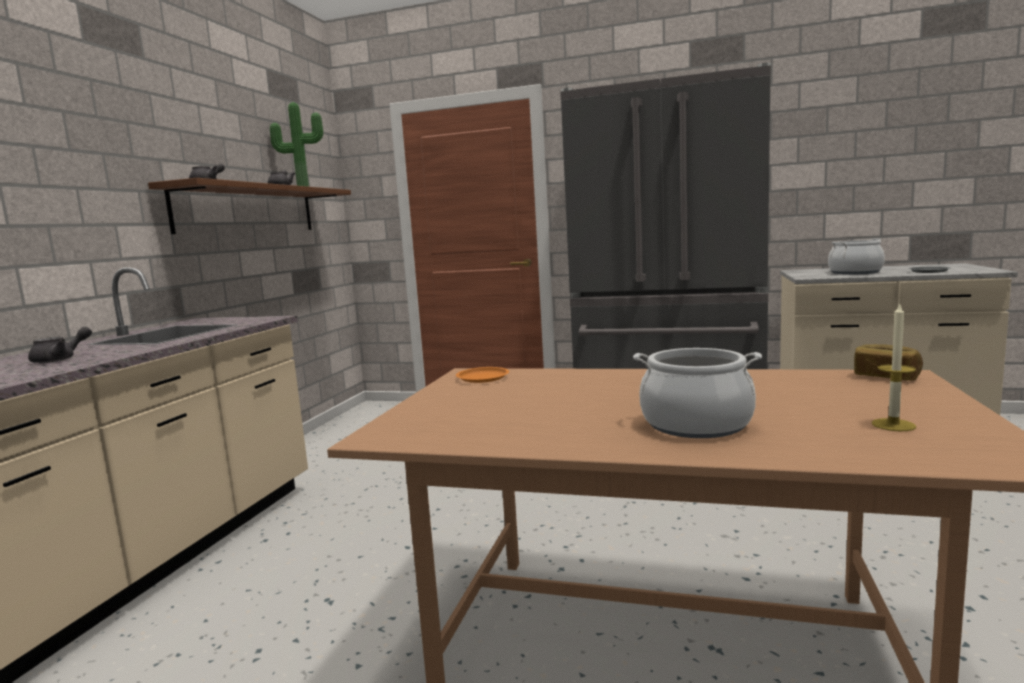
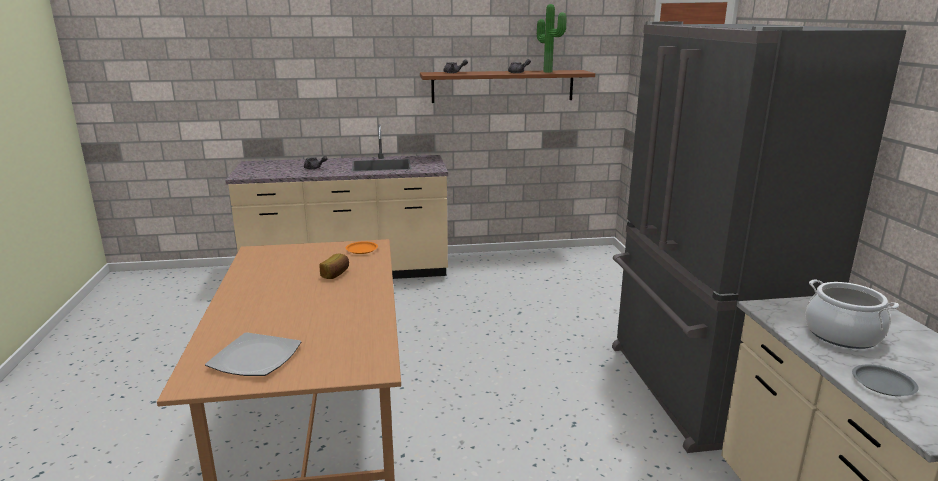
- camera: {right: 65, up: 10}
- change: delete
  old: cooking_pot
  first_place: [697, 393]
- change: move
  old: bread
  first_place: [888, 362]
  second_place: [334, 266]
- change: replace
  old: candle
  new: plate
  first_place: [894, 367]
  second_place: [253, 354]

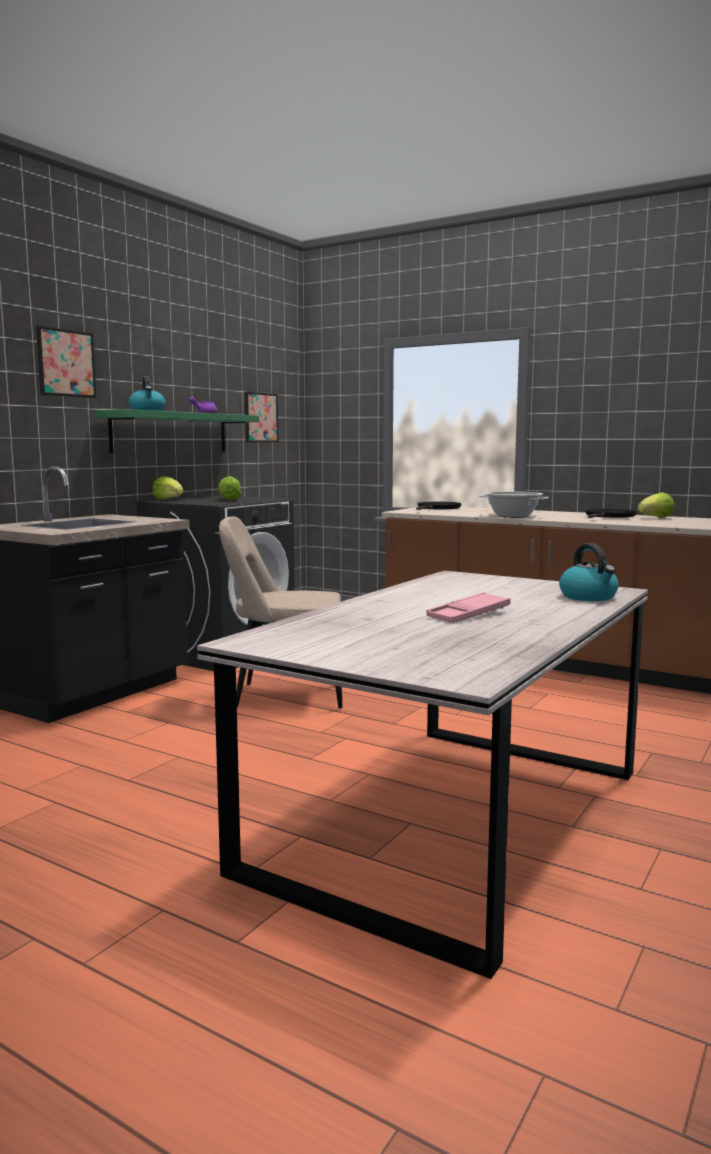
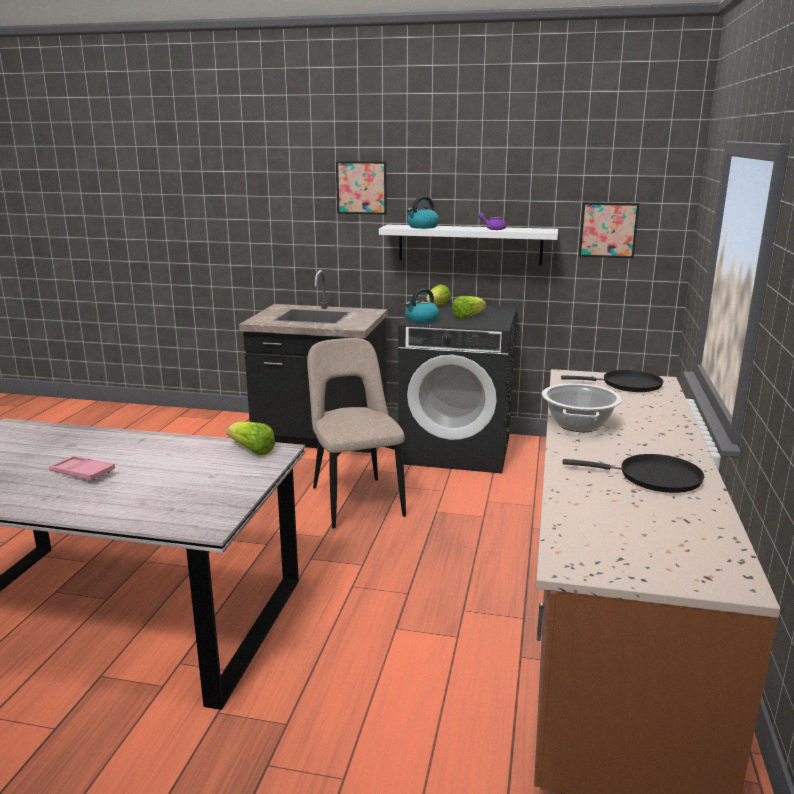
- camera: {right: 70, up: 10}
- change: recolor
  old: green_shelf
  new: white_shelf
  first_place: [177, 431]
  second_place: [468, 245]
- change: move
  old: kettle
  first_place: [588, 572]
  second_place: [422, 306]
- change: move
  old: lettuce
  first_place: [656, 505]
  second_place: [251, 439]

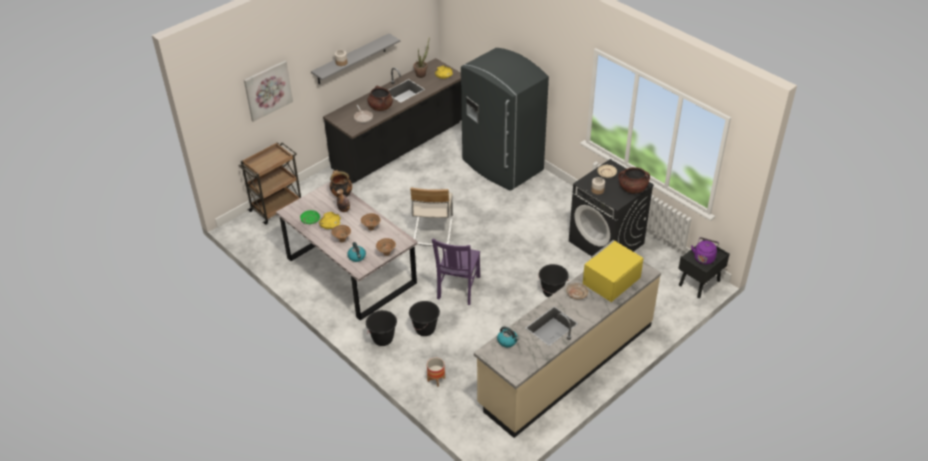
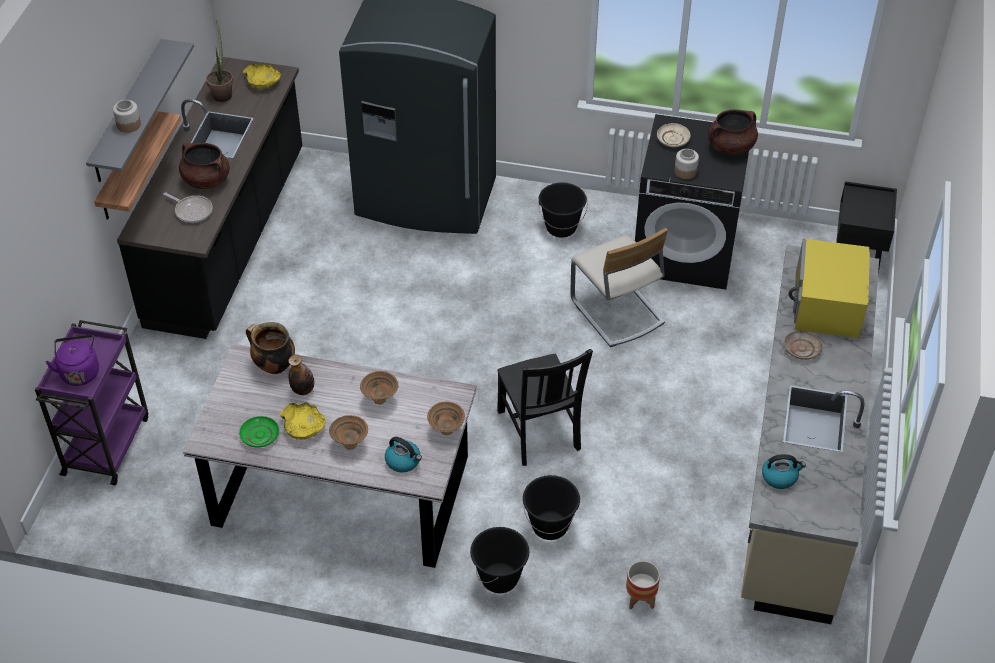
- camera: {right: -35, up: 5}
- change: recolor
  old: brown_cart
  new: purple_cart
  first_place: [269, 183]
  second_place: [91, 402]
- change: delete
  old: picture
  first_place: [268, 91]
- change: move
  old: beige_chair
  first_place: [431, 217]
  second_place: [619, 287]
- change: recolor
  old: purple_chair
  new: black_chair
  first_place: [456, 272]
  second_place: [545, 407]
- change: move
  old: black_bucket
  first_place: [553, 281]
  second_place: [563, 210]
- change: move
  old: purple_kettle
  first_place: [705, 250]
  second_place: [72, 360]
- change: insert
  new: shelf
  second_place: [137, 165]

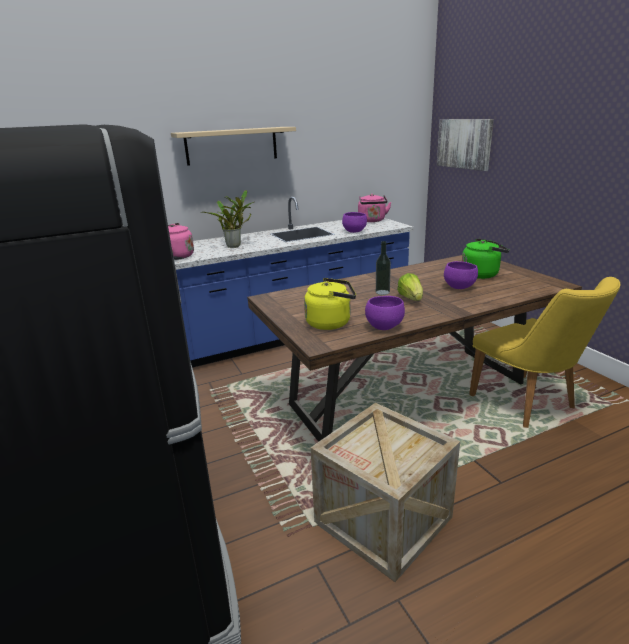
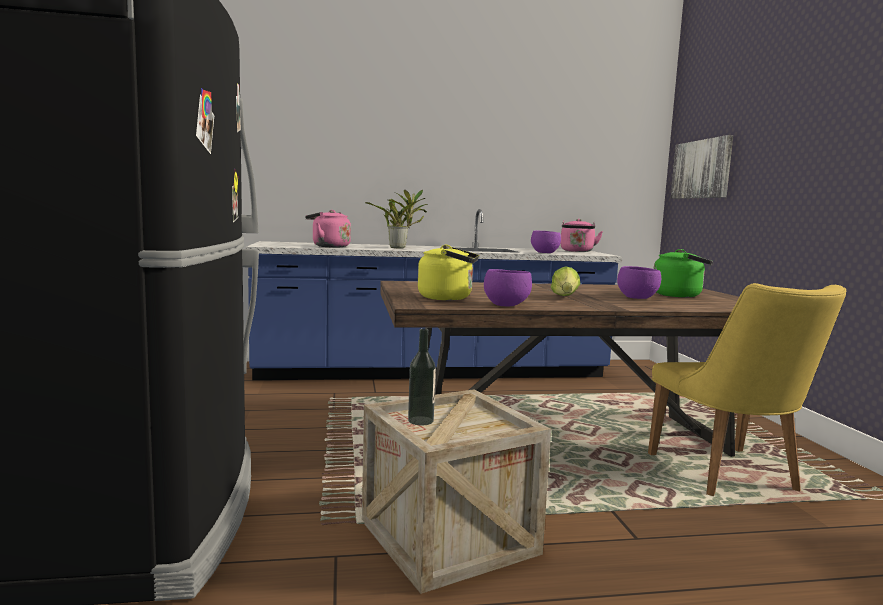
- camera: {right: 15, up: -15}
- change: delete
  old: beige_shelf
  first_place: [233, 146]
- change: move
  old: bottle
  first_place: [383, 268]
  second_place: [422, 376]

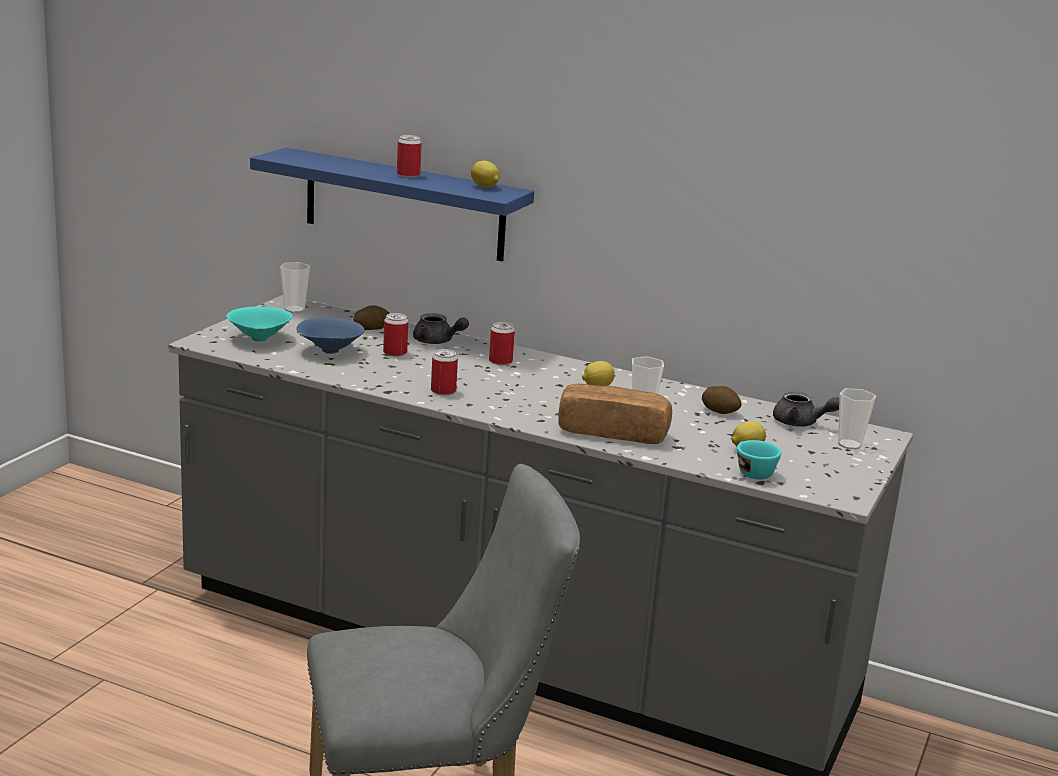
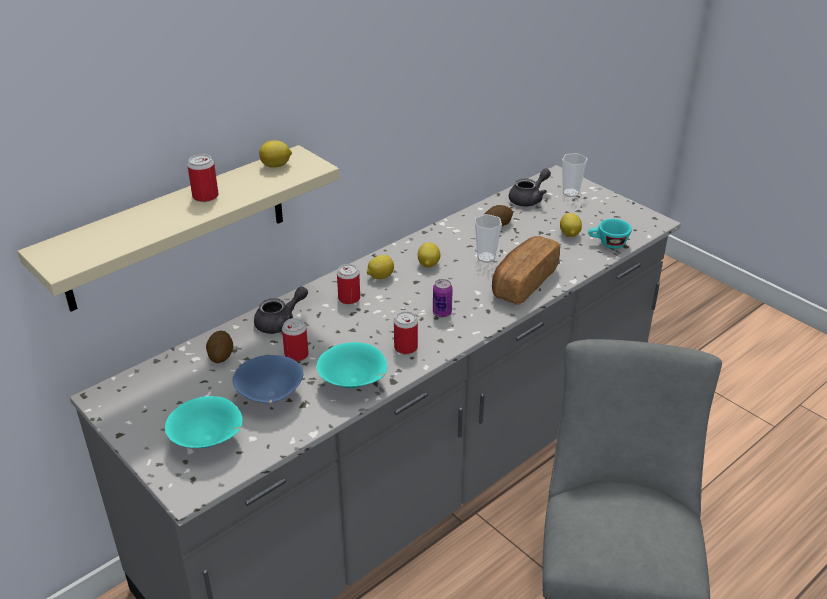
- camera: {right: -65, up: 15}
- change: recolor
  old: blue_shelf
  new: beige_shelf
  first_place: [392, 204]
  second_place: [178, 228]
- change: delete
  old: cup
  first_place: [295, 287]
- change: insert
  new: turquoise_bowl
  second_place: [351, 365]
- change: insert
  new: lemon
  second_place: [380, 267]
- change: insert
  new: can
  second_place: [443, 298]

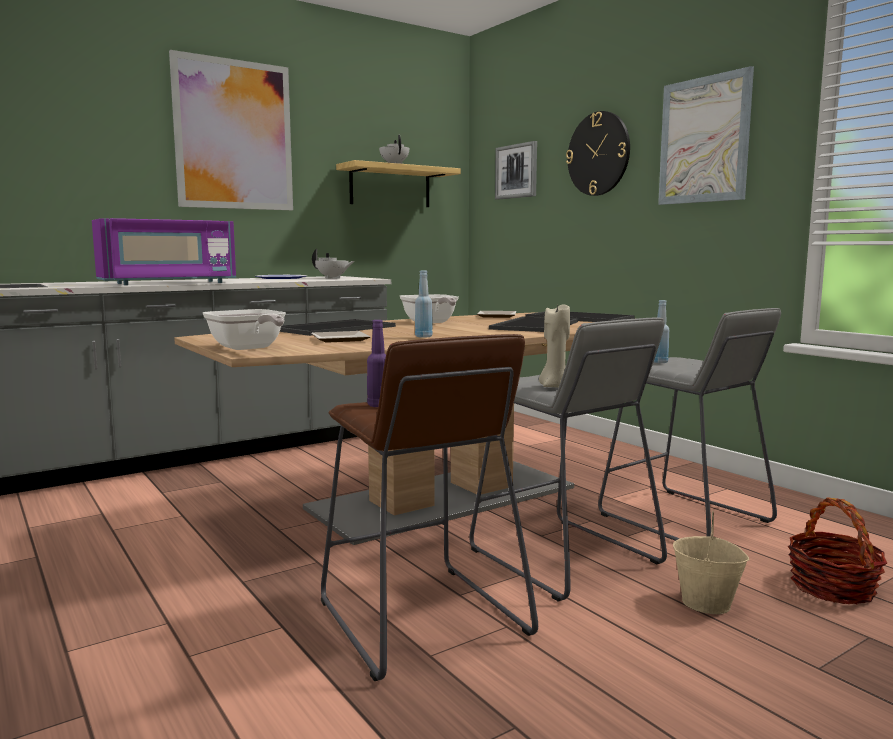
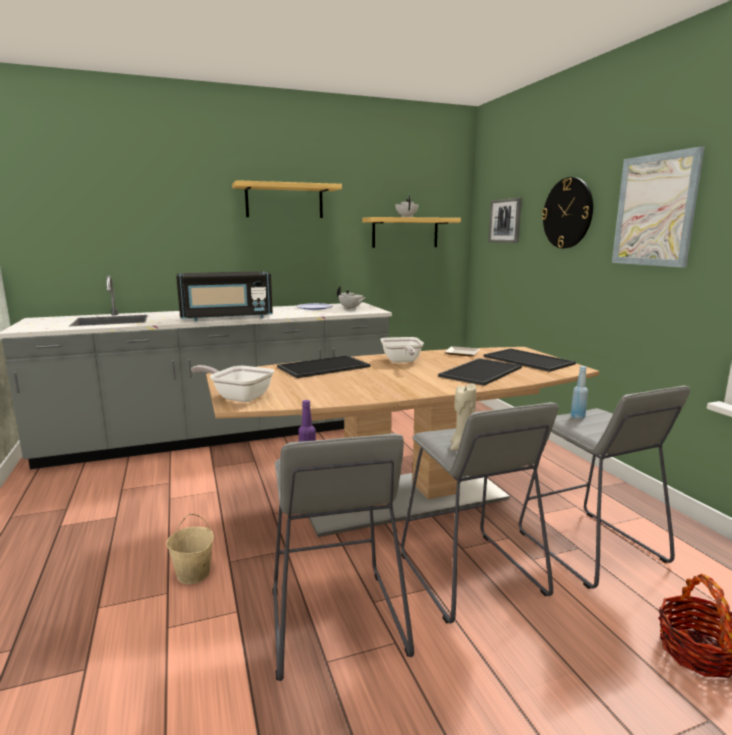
- camera: {right: 15, up: 5}
- change: recolor
  old: purple_microwave
  new: black_microwave
  first_place: [164, 251]
  second_place: [224, 296]
- change: replace
  old: picture
  new: shelf
  first_place: [231, 130]
  second_place: [287, 199]
- change: rotate
  old: frying_pan
  first_place: [244, 329]
  second_place: [232, 383]
  degrees: 135
- change: delete
  old: plate
  first_place: [340, 337]
- change: recolor
  old: brown_stool
  new: grey_stool
  first_place: [429, 507]
  second_place: [343, 557]
- change: delete
  old: blue_bottle
  first_place: [424, 304]
- change: move
  old: beige_bucket
  first_place: [711, 562]
  second_place: [190, 549]

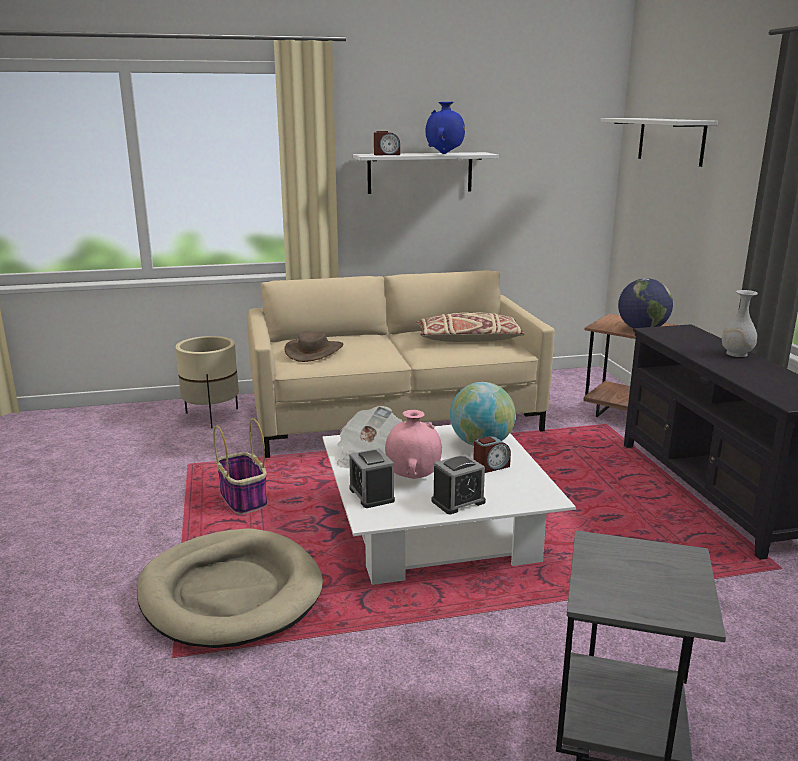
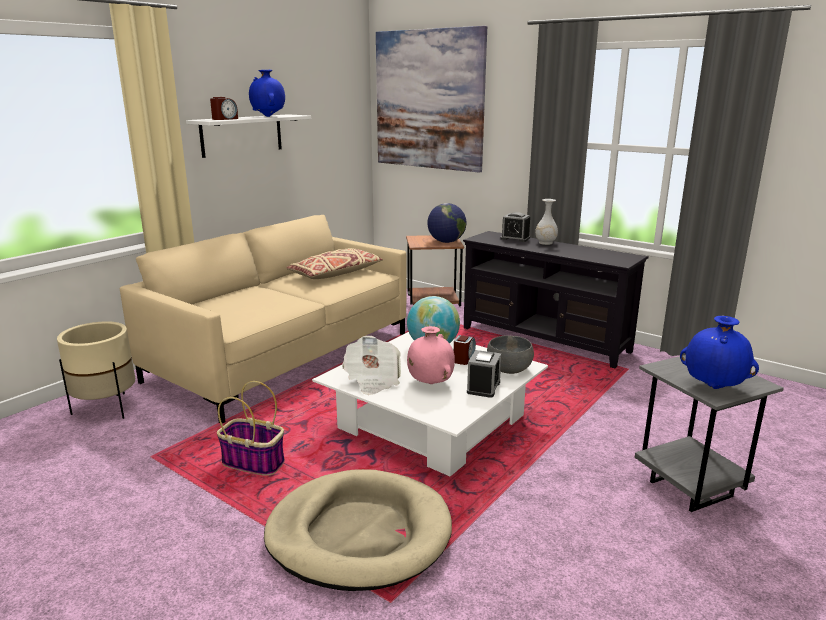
- camera: {right: -40, up: 0}
- change: delete
  old: brown_hat
  first_place: [314, 346]
- change: move
  old: alarm_clock
  first_place: [372, 478]
  second_place: [515, 227]
- change: replace
  old: white_shelf
  new: picture
  first_place: [659, 142]
  second_place: [431, 99]
- change: insert
  new: grey_bowl
  second_place: [510, 354]
- change: insert
  new: blue_vase
  second_place: [719, 352]

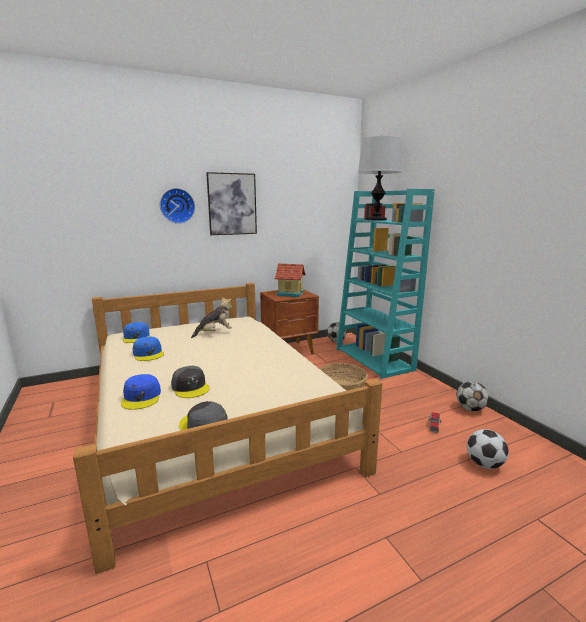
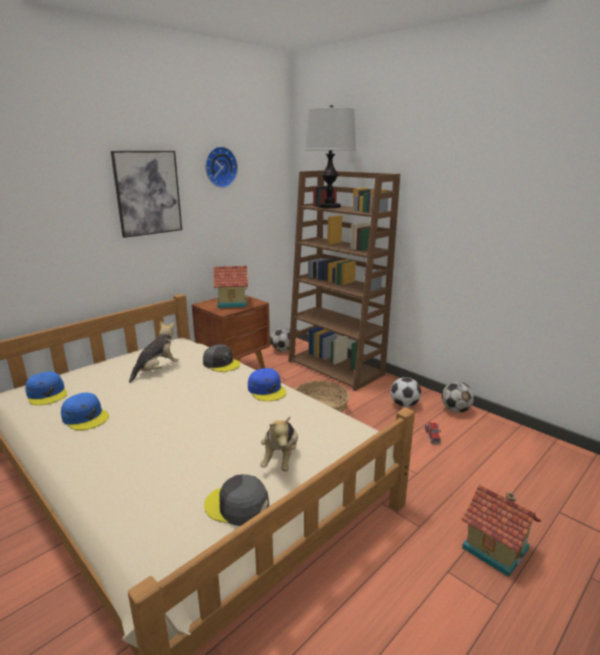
- camera: {right: -20, up: 5}
- change: move
  old: blue_cap
  first_place: [141, 392]
  second_place: [267, 384]
- change: move
  old: wall_clock
  first_place: [177, 206]
  second_place: [221, 167]
- change: move
  old: grey_cap
  first_place: [190, 382]
  second_place: [221, 358]
- change: recolor
  old: turquoise_bookcase
  new: brown_bookcase
  first_place: [385, 284]
  second_place: [344, 280]
- change: move
  old: football
  first_place: [488, 449]
  second_place: [405, 392]
- change: insert
  new: plush_toy
  second_place: [279, 444]
- change: insert
  new: toy_house
  second_place: [501, 531]

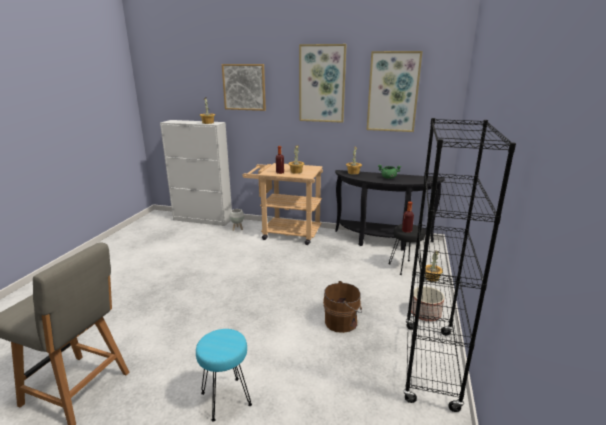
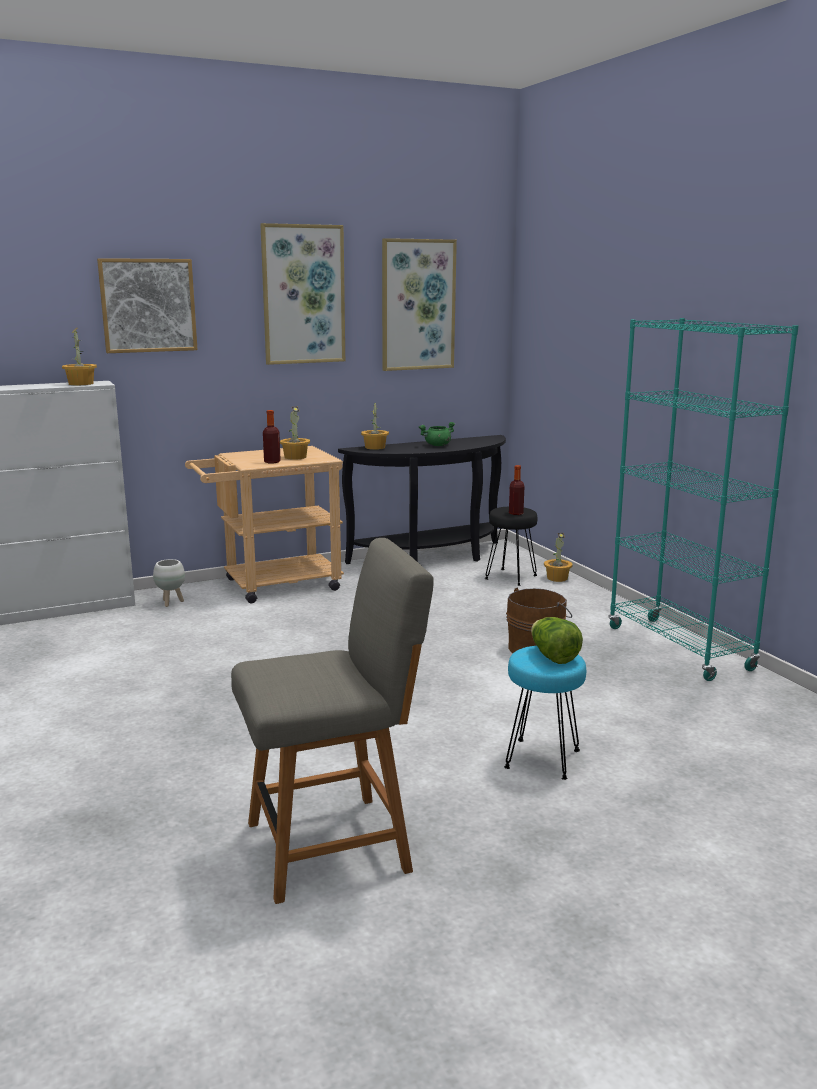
- camera: {right: -40, up: -5}
- change: recolor
  old: black_bookcase
  new: turquoise_bookcase
  first_place: [459, 265]
  second_place: [704, 499]
- change: delete
  old: planter
  first_place: [427, 303]
- change: insert
  new: lettuce
  second_place: [557, 640]

